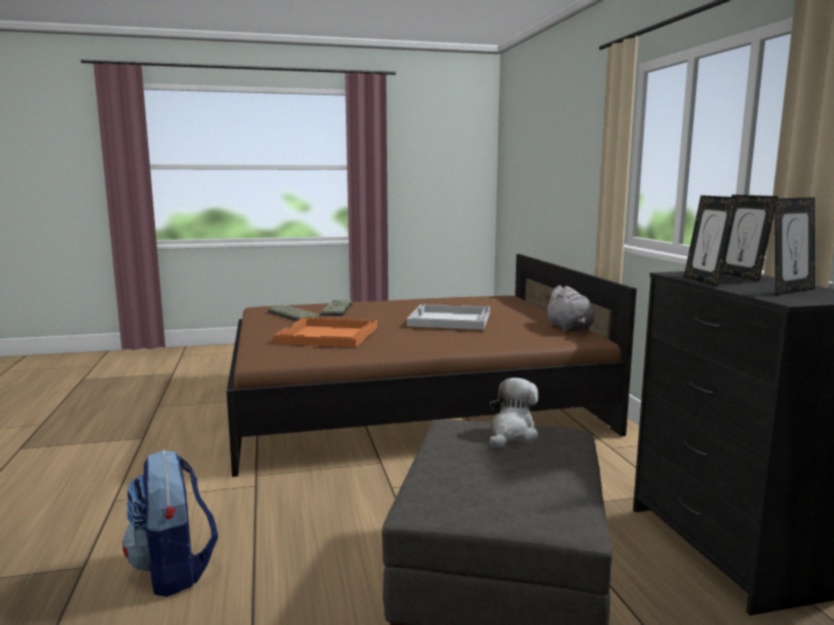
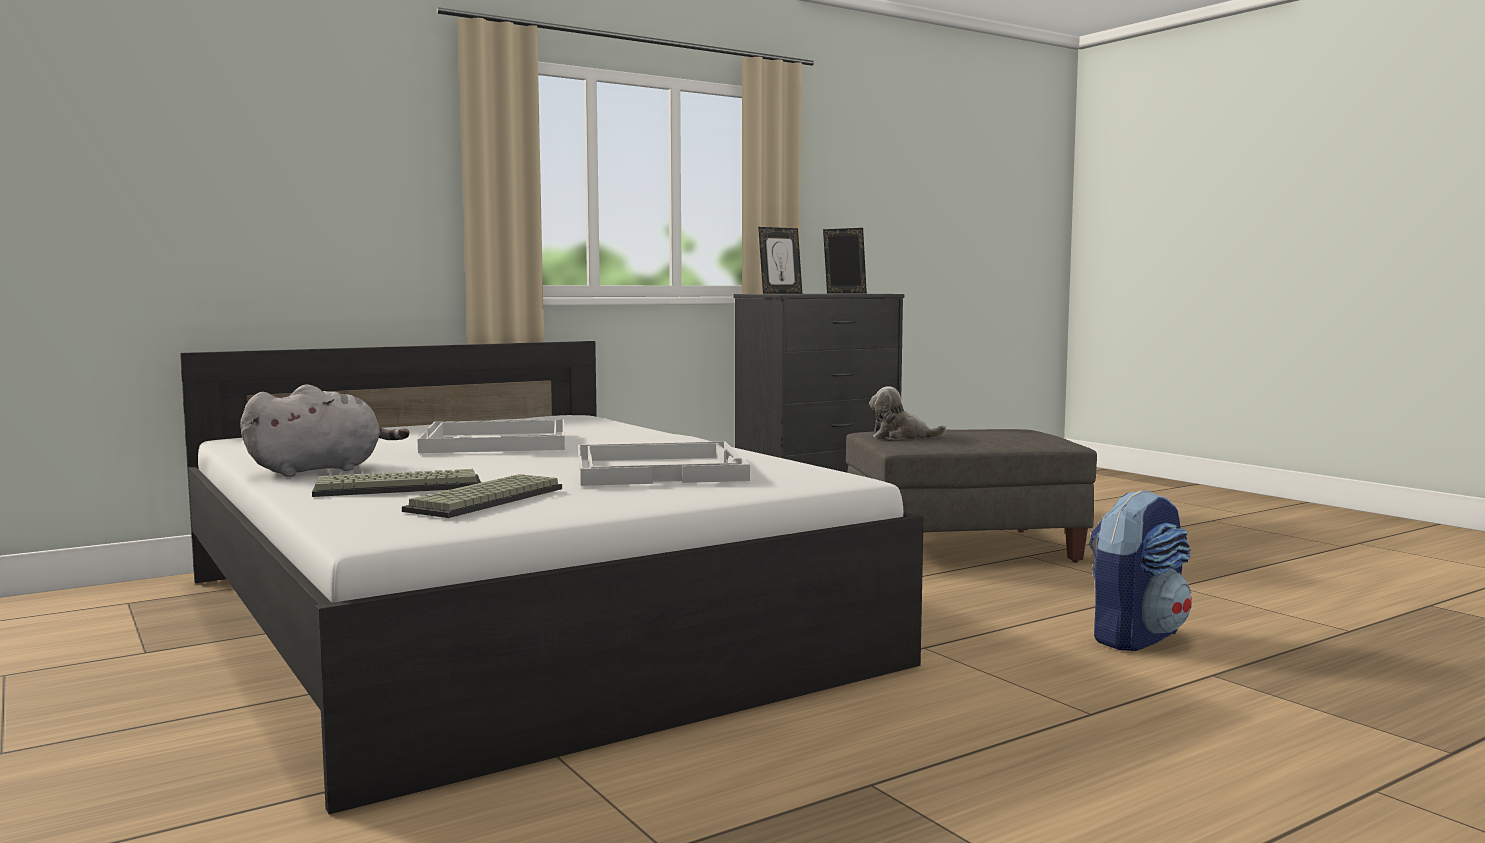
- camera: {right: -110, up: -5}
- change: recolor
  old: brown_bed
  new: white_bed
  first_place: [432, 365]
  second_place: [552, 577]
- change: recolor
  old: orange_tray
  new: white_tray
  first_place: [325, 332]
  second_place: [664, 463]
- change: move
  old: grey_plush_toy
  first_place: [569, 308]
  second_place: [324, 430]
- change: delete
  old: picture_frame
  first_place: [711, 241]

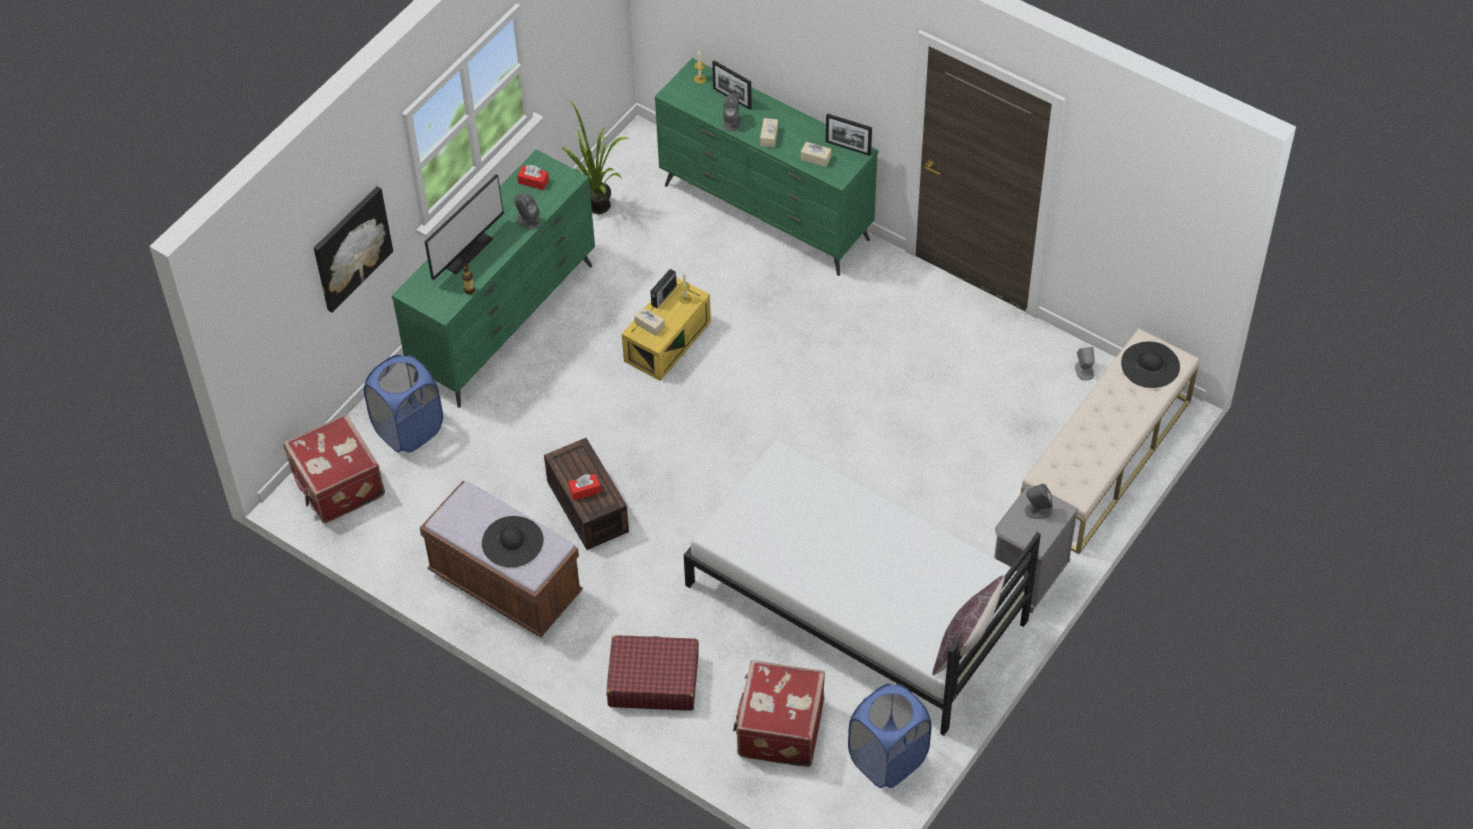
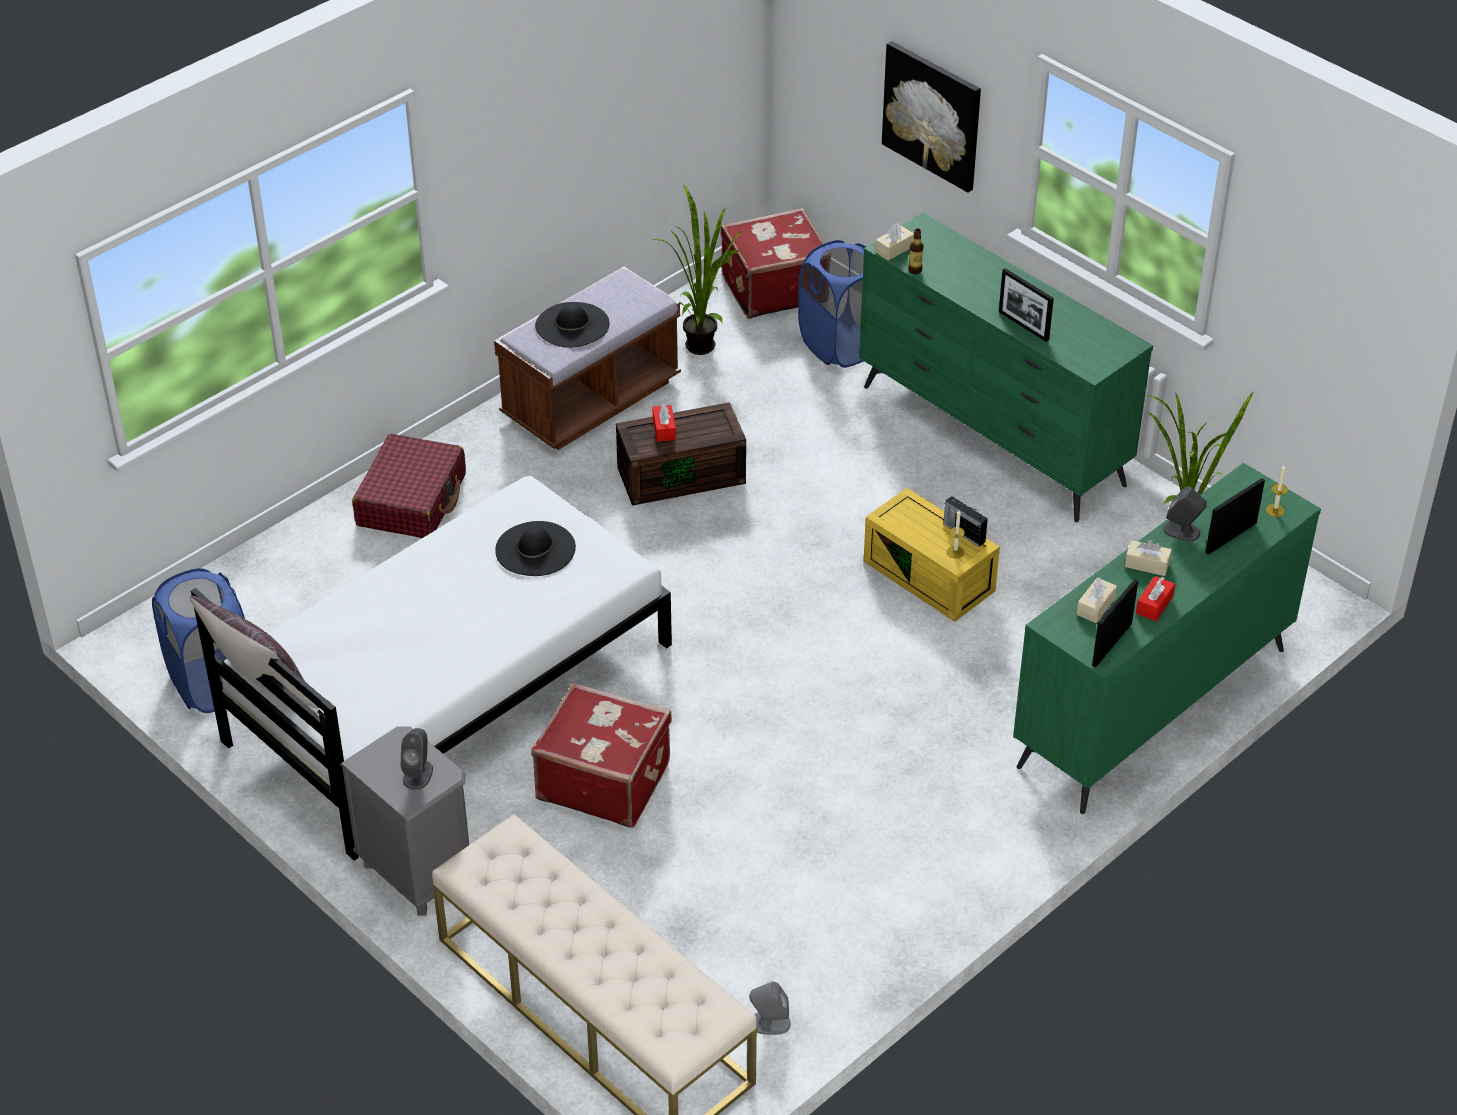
- camera: {right: 100, up: -10}
- change: delete
  old: monitor
  first_place: [464, 227]
- change: replace
  old: grey_speaker
  new: picture_frame
  first_place: [527, 212]
  second_place: [1026, 305]
- change: move
  old: red_tissue_box
  first_place: [533, 177]
  second_place: [1155, 598]
- change: move
  old: beige_tissue_box
  first_place: [649, 321]
  second_place: [894, 241]
- change: move
  old: red_suitcase
  first_place: [779, 713]
  second_place: [601, 755]
- change: move
  old: black_hat
  first_place: [1150, 364]
  second_place: [535, 548]
- change: insert
  new: potted_plant
  second_place: [698, 269]

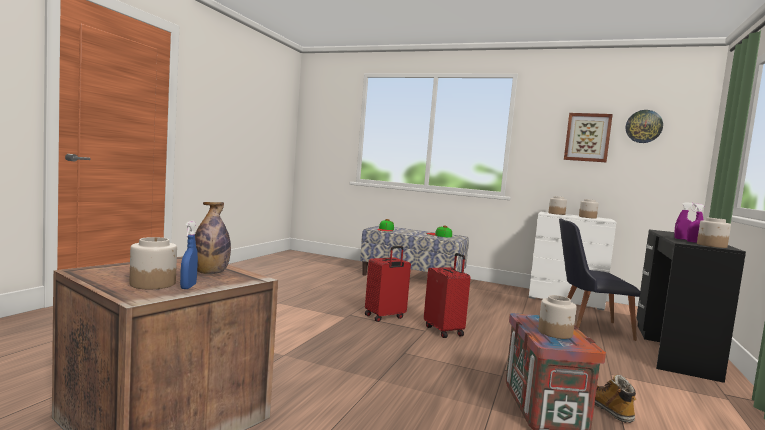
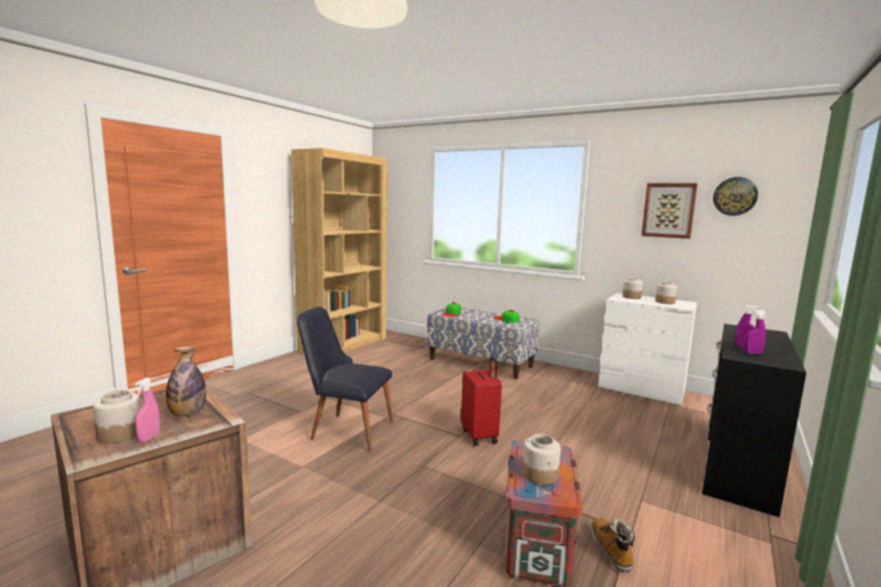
- camera: {right: 10, up: 5}
- change: recolor
  old: blue_spray_bottle
  new: pink_spray_bottle
  first_place: [189, 255]
  second_place: [147, 409]
- change: delete
  old: red_suitcase
  first_place: [388, 284]
- change: move
  old: black_chair
  first_place: [599, 279]
  second_place: [345, 379]
- change: delete
  old: jar
  first_place: [714, 233]
- change: insert
  new: brown_bookcase
  second_place: [339, 251]

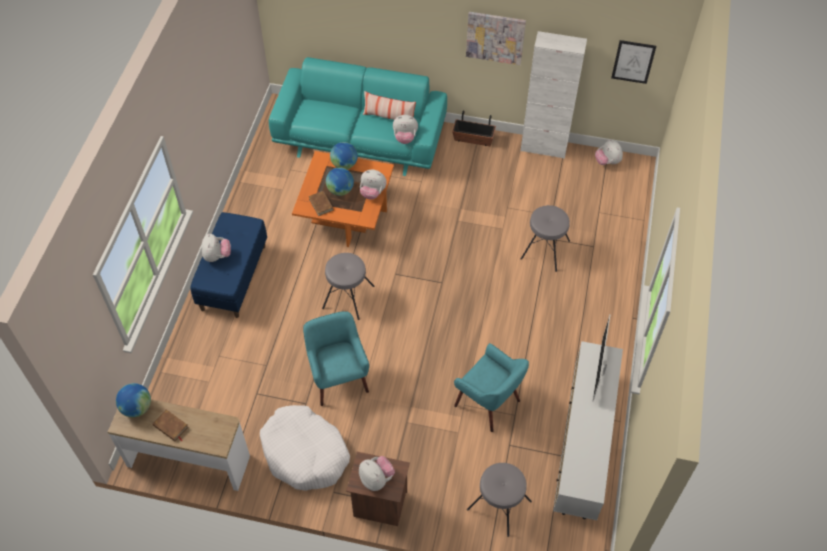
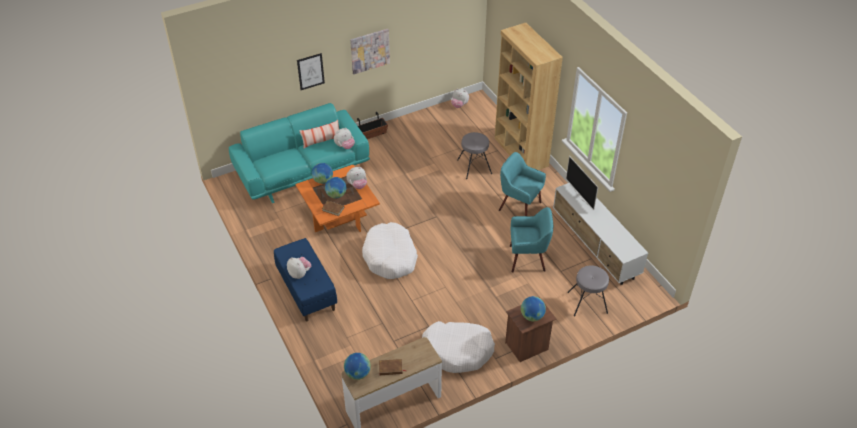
- camera: {right: -40, up: -10}
- change: move
  old: turquoise_armchair
  first_place: [336, 358]
  second_place: [522, 184]
- change: replace
  old: grey_stool
  new: white_dog_bed
  first_place: [348, 286]
  second_place: [390, 250]
- change: replace
  old: plush_toy
  new: globe
  first_place: [377, 473]
  second_place: [533, 308]
- change: delete
  old: white_cabinet
  first_place: [554, 95]
- change: move
  old: picture
  first_place: [633, 62]
  second_place: [311, 71]
- change: insert
  new: brown_bookcase
  second_place: [529, 96]

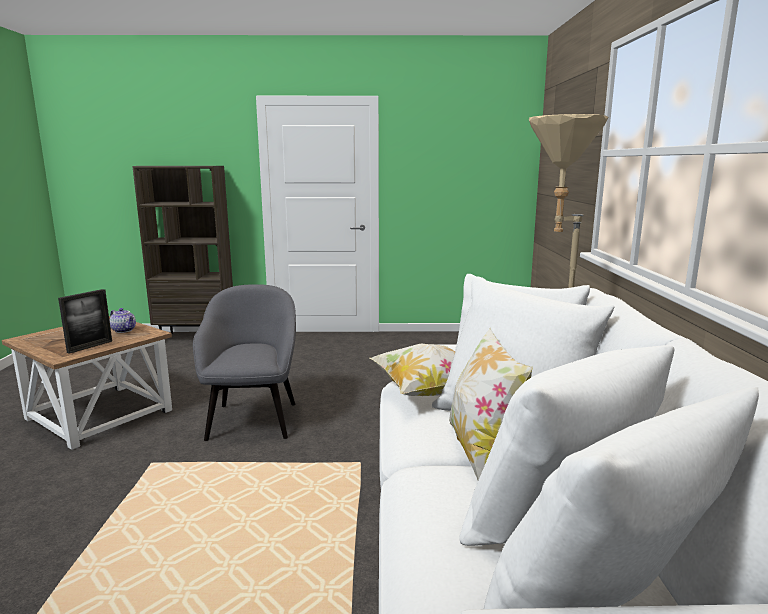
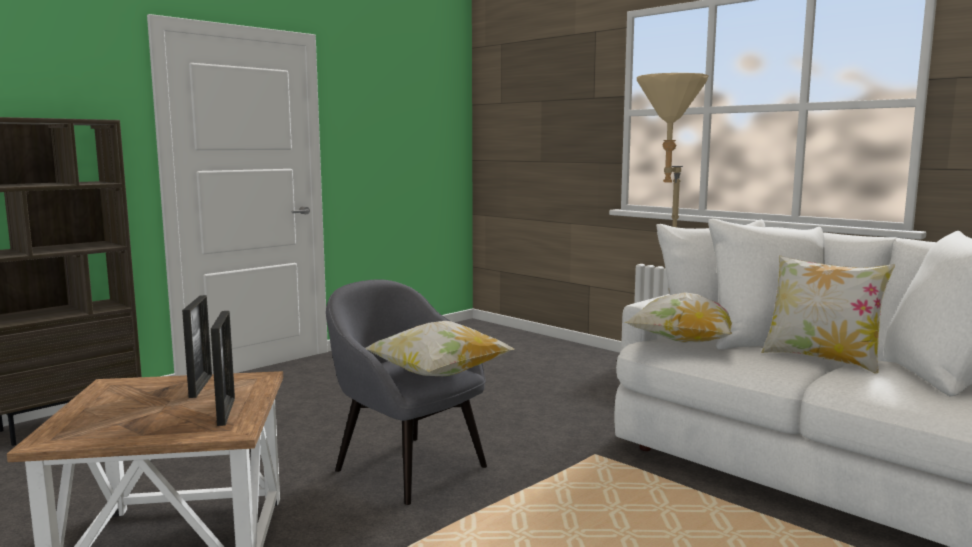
- camera: {right: -45, up: -5}
- change: replace
  old: teapot
  new: picture_frame
  first_place: [122, 320]
  second_place: [197, 346]
- change: insert
  new: pillow
  second_place: [439, 348]

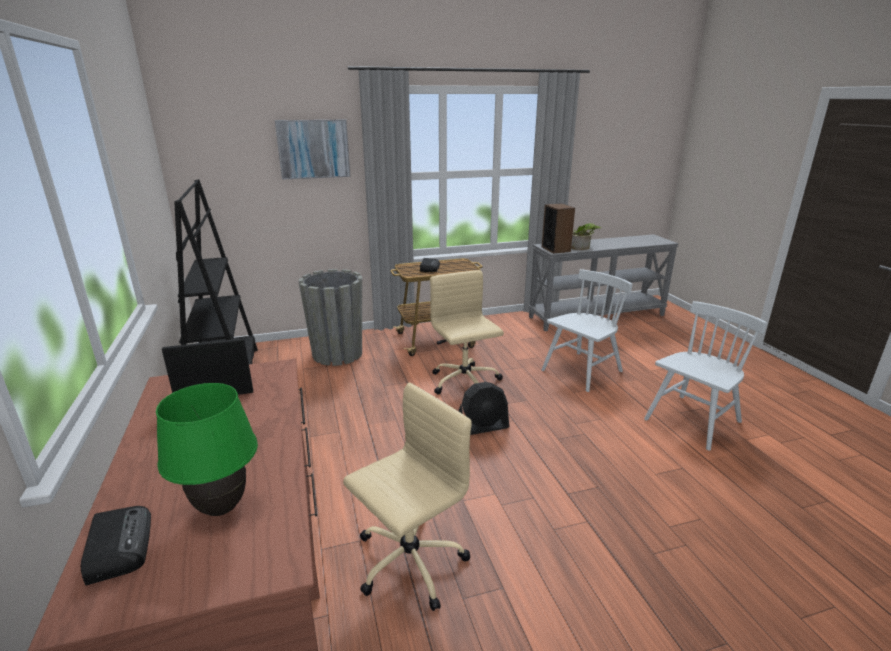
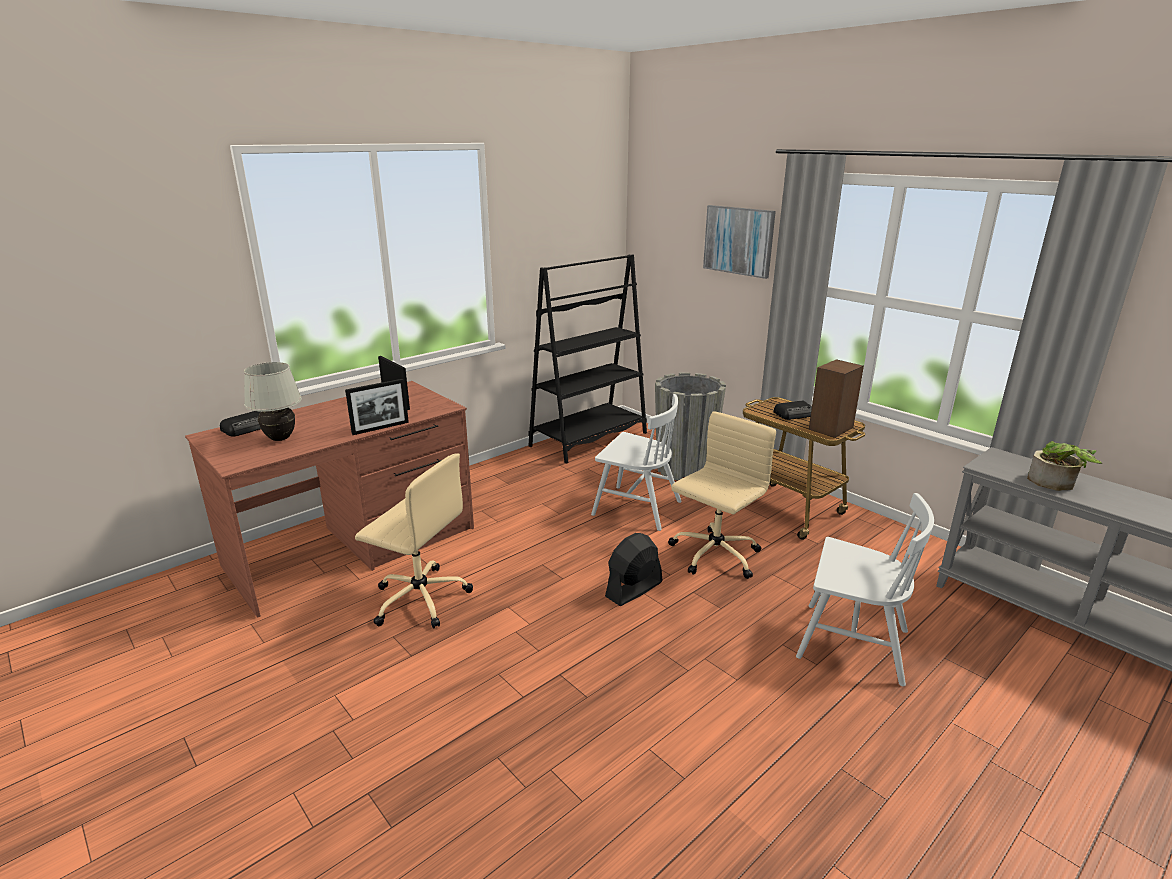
- camera: {right: 65, up: 0}
- change: recolor
  old: green_table_lamp
  new: white_table_lamp
  first_place: [207, 449]
  second_place: [273, 401]
- change: rotate
  old: black_fan
  first_place: [484, 408]
  second_place: [634, 569]
  degrees: 90
- change: move
  old: speaker
  first_place: [558, 228]
  second_place: [836, 398]
- change: move
  old: white_chair
  first_place: [705, 376]
  second_place: [636, 462]
- change: insert
  new: picture_frame
  second_place: [377, 407]

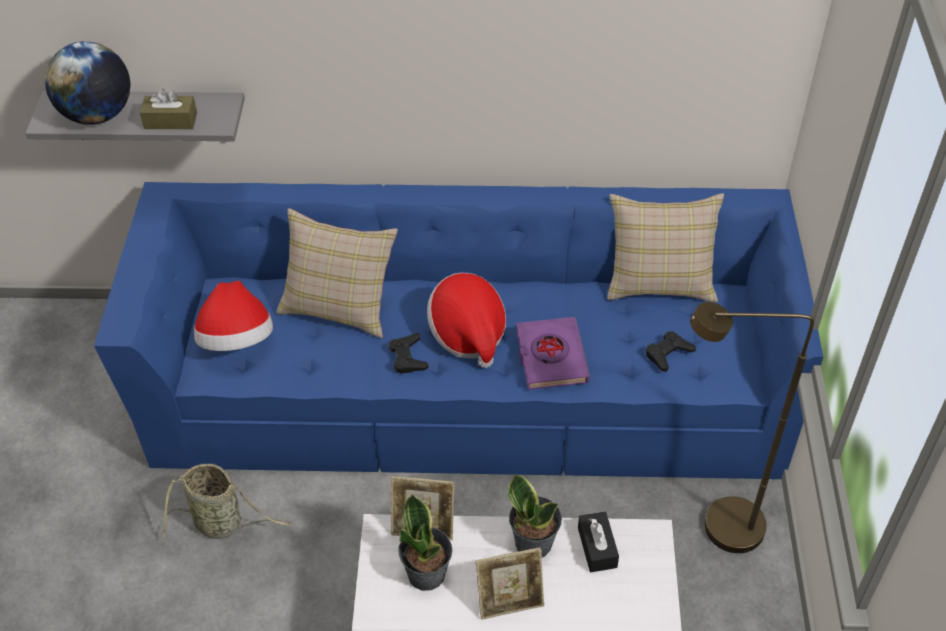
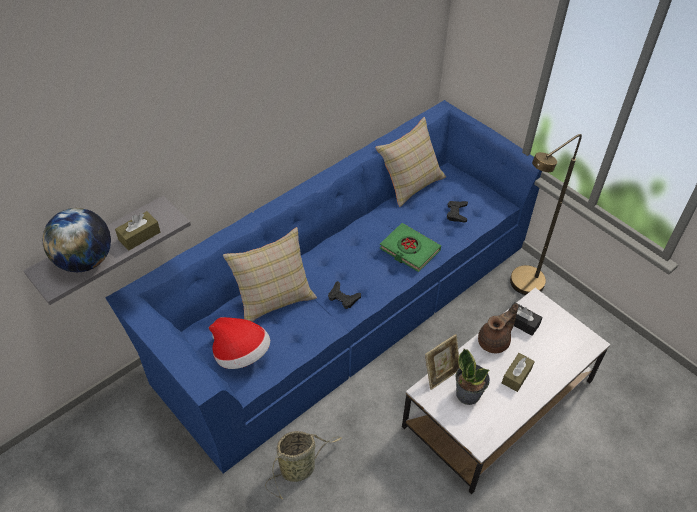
- camera: {right: -45, up: 0}
- change: delete
  old: hat
  first_place: [466, 320]
- change: replace
  old: picture_frame
  new: brown_tissue_box
  first_place: [510, 583]
  second_place: [518, 372]
- change: replace
  old: potted_plant
  new: brown_teapot
  first_place: [535, 515]
  second_place: [498, 328]
- change: recolor
  old: purple_book
  new: green_book
  first_place: [553, 353]
  second_place: [410, 247]

